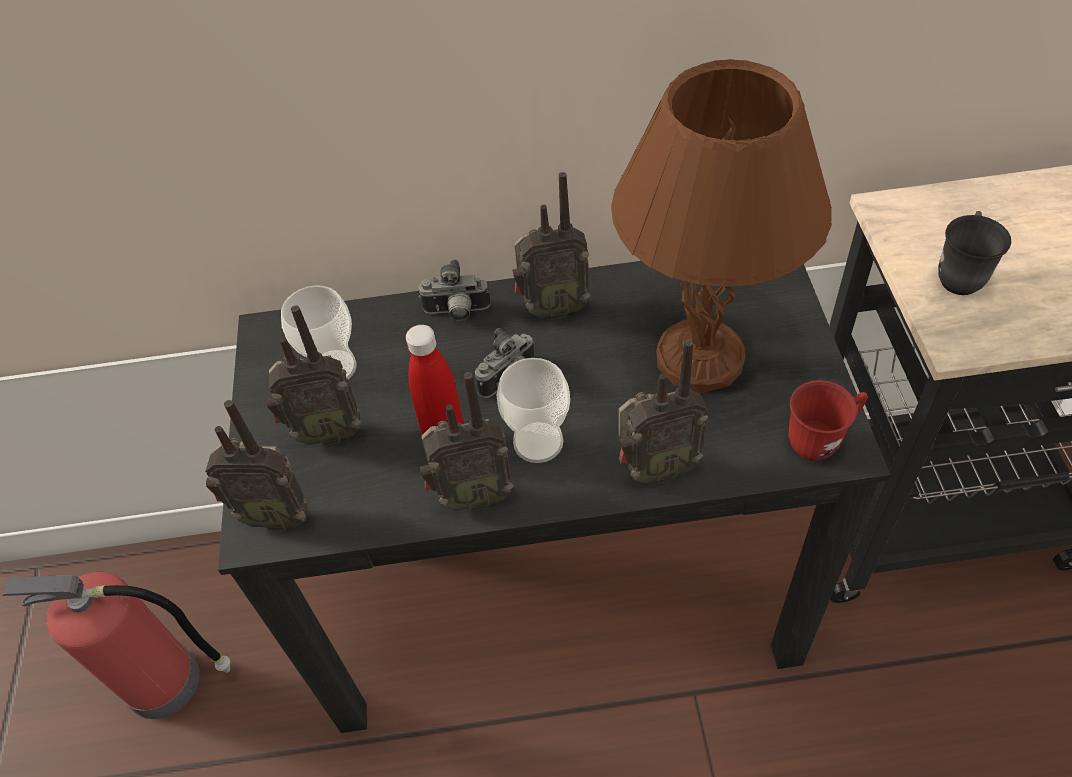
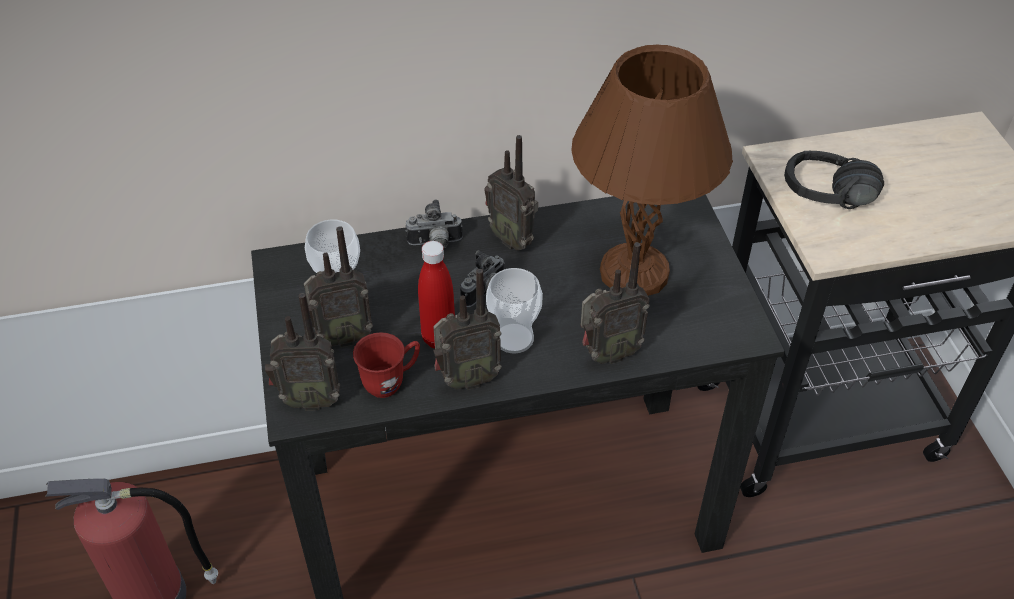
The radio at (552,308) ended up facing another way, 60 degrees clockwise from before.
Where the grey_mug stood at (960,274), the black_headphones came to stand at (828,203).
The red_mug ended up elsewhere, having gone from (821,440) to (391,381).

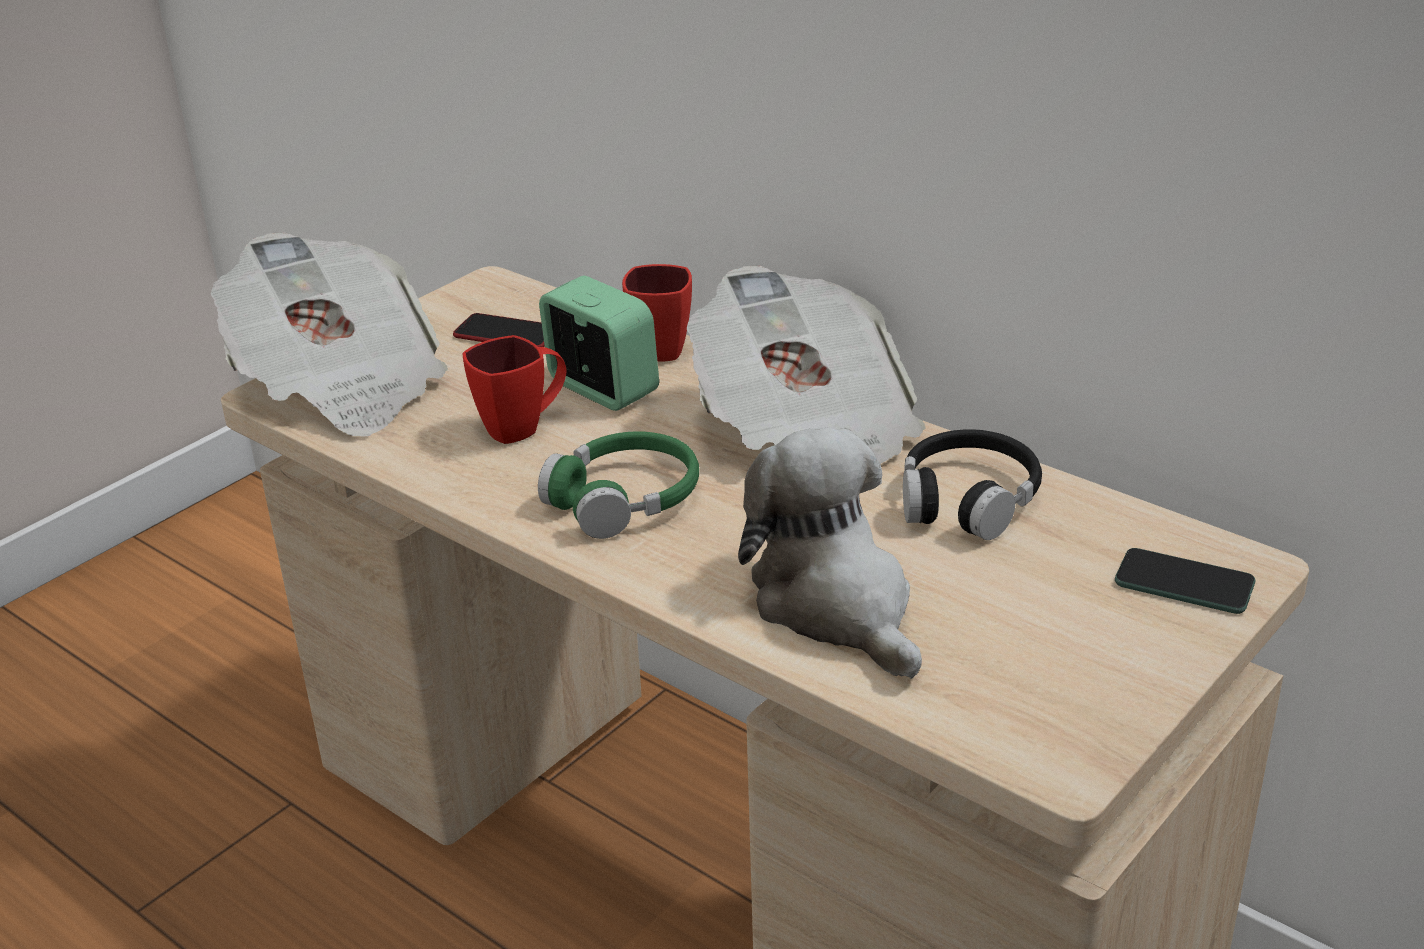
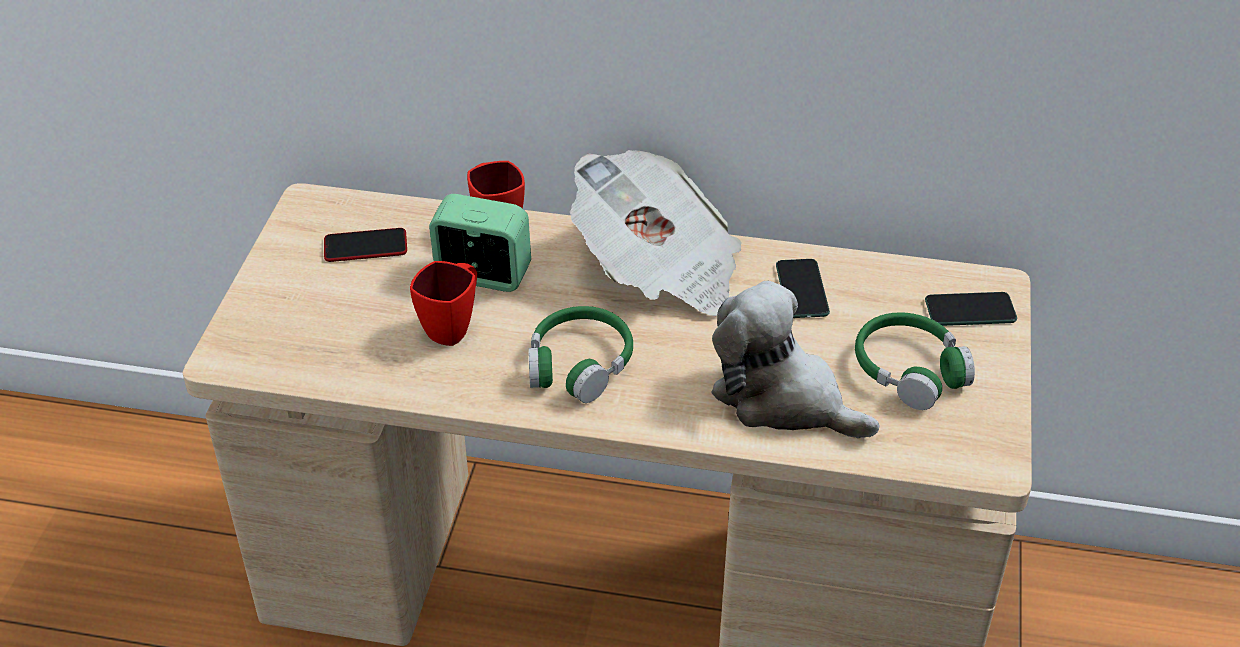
The second view lost the newspaper at (340,385).
Where the black_headphones stood at (967,500), the phone came to stand at (802,290).
The second view gained the green_headphones at (909,370).

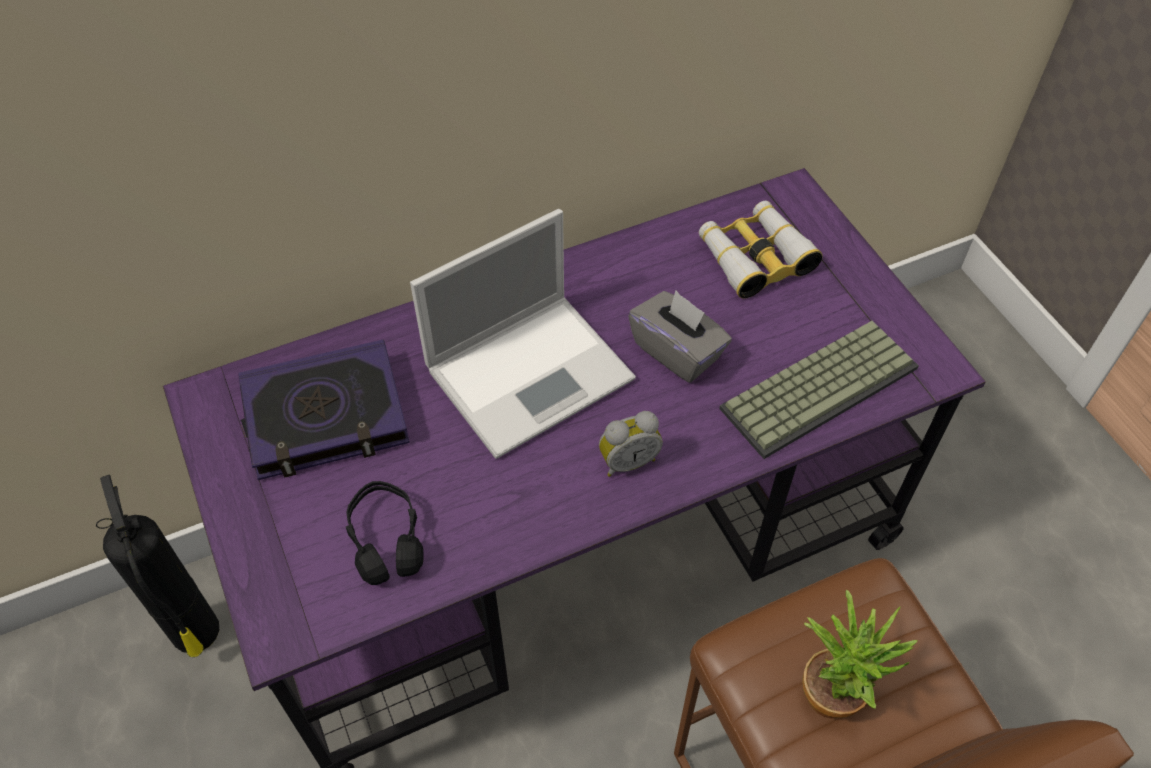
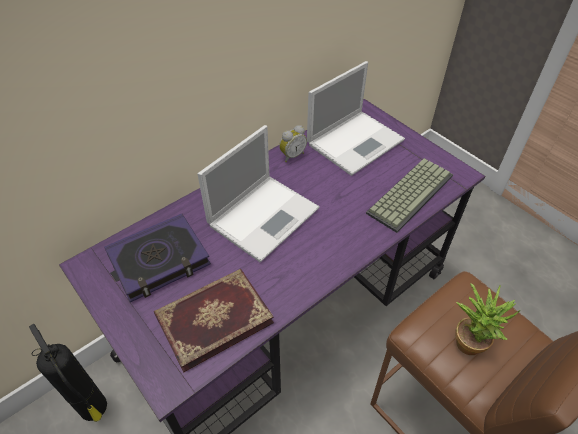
Where the binoculars stood at (755,257), the laptop came to stand at (356,141).
The second view lost the grey_tissue_box at (677,351).
The alarm_clock ended up elsewhere, having gone from (627,460) to (292,155).
Where the black_headphones stood at (386,540), the book came to stand at (213,318).

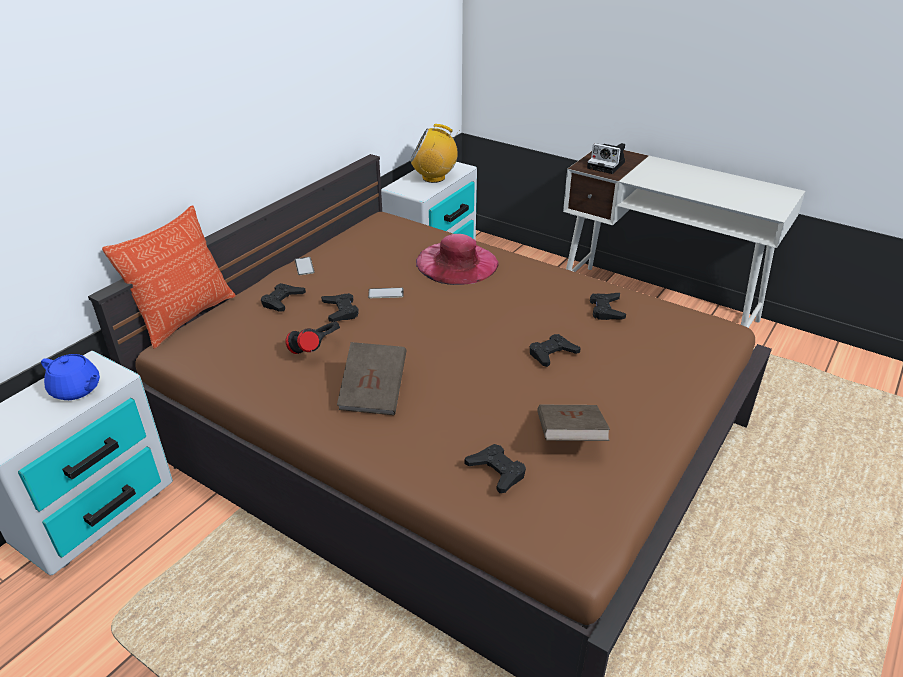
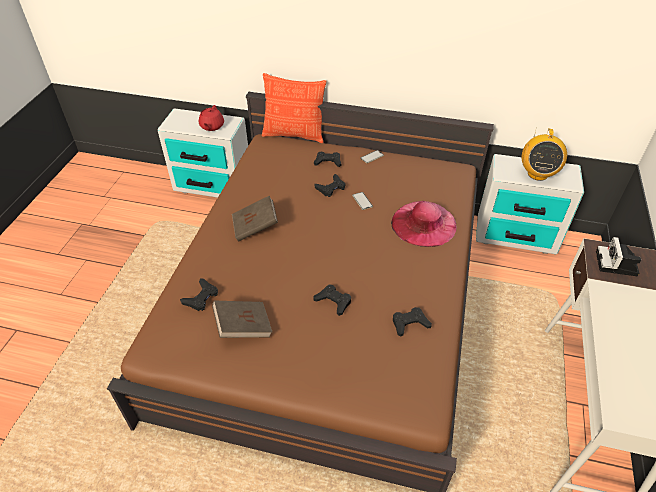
The radio at (434,178) ended up facing another way, 150 degrees counterclockwise from before.
The second view lost the black_headphones at (316,350).
What was the blue_teapot at (76,389) turned into the red_teapot at (211,126).

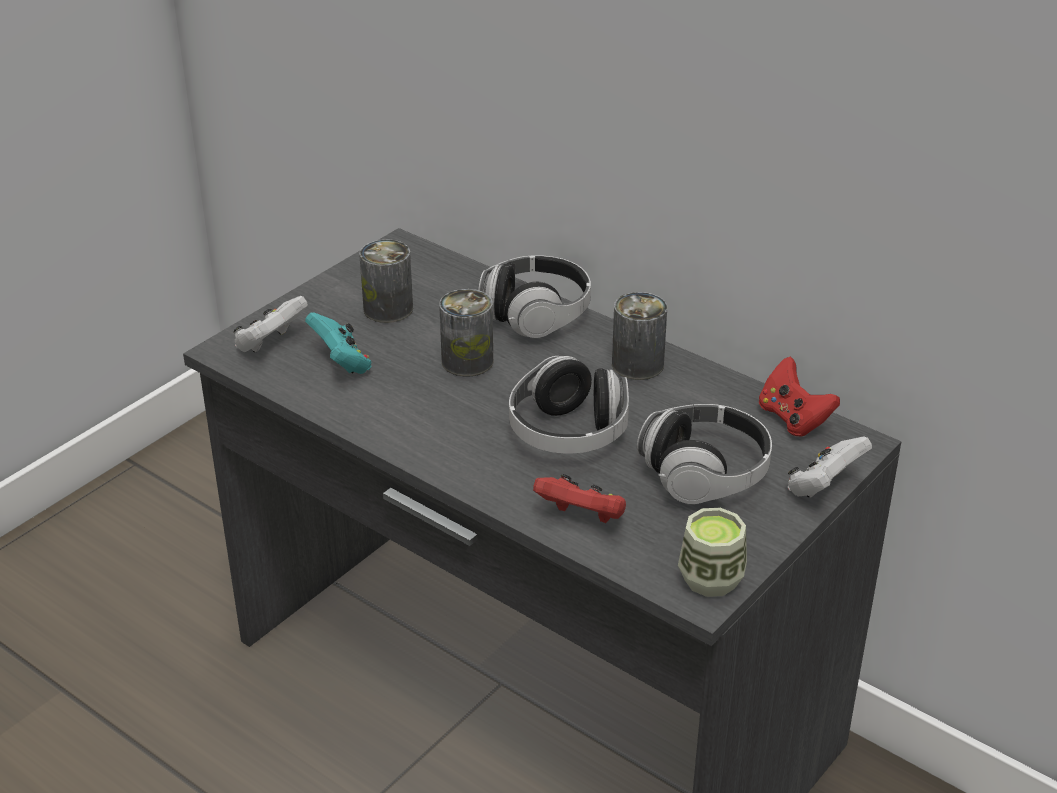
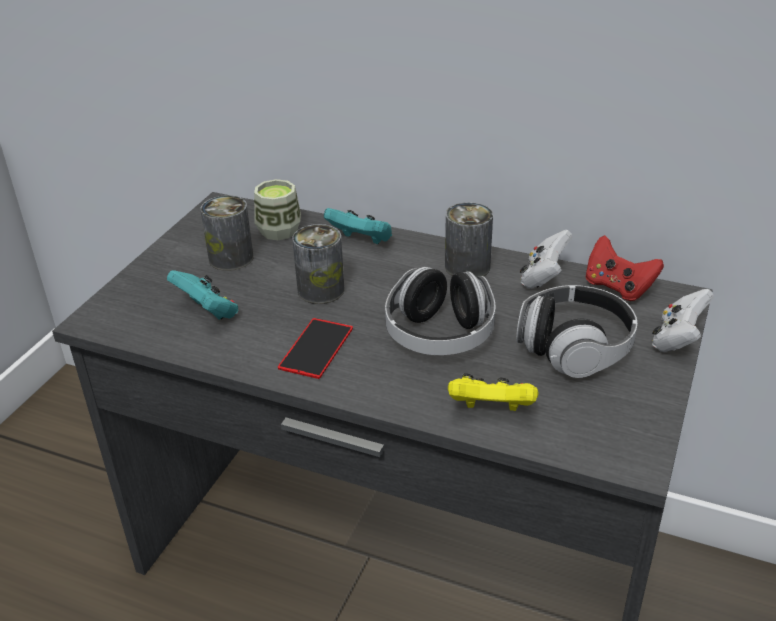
Where the headphones stood at (535,315), the turquoise_game_controller came to stand at (361,241).
The white_game_controller ended up elsewhere, having gone from (270,343) to (543,277).
What was the red_game_controller at (582,518) turned into the yellow_game_controller at (491,410).
The cup ended up elsewhere, having gone from (710,579) to (279,231).
The second view gained the phone at (316,348).

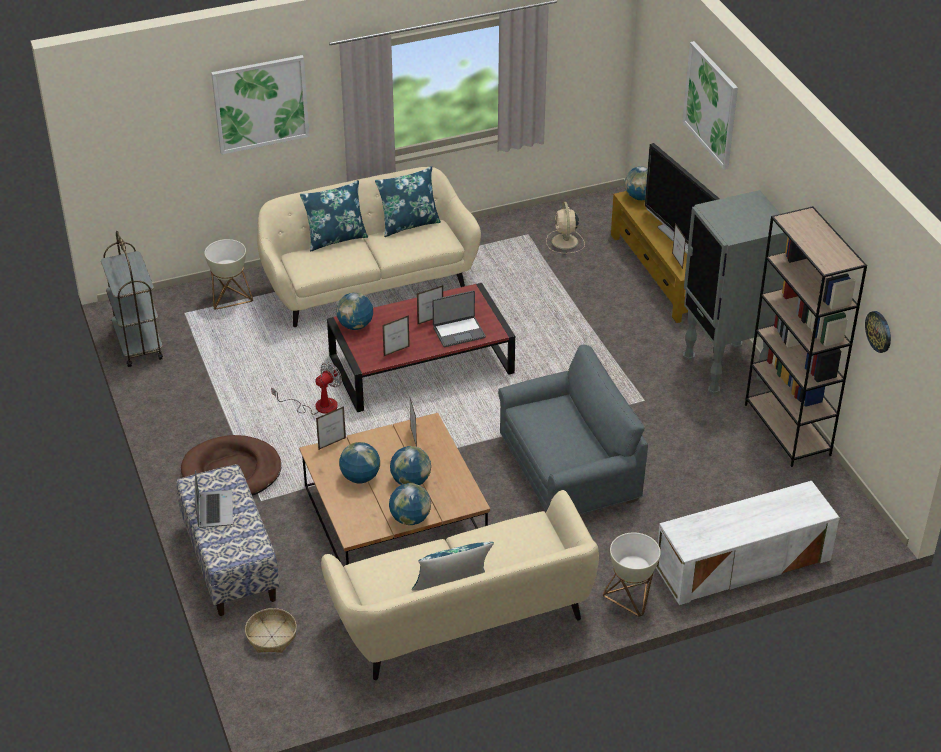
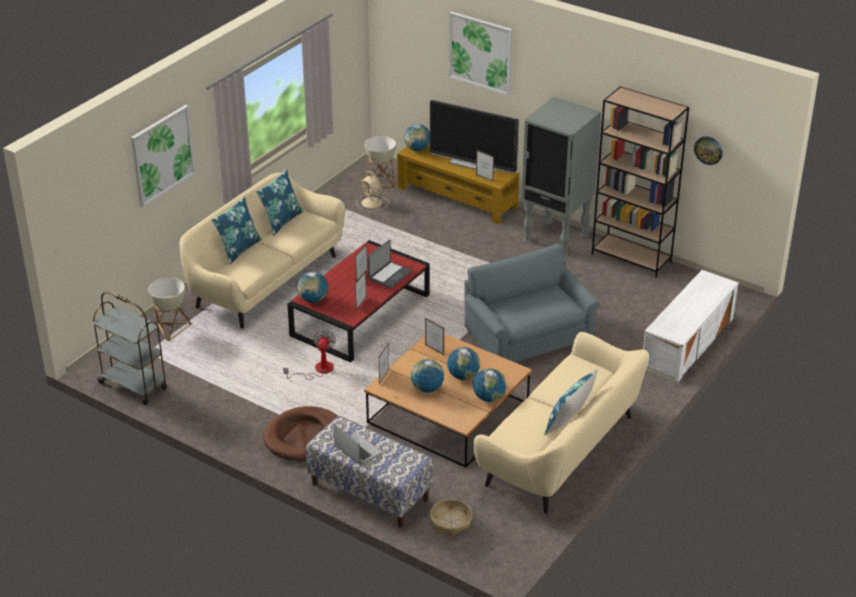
The grey_armchair at (569,469) ended up facing another way, 60 degrees counterclockwise from before.
The planter ended up elsewhere, having gone from (630,599) to (380,182).

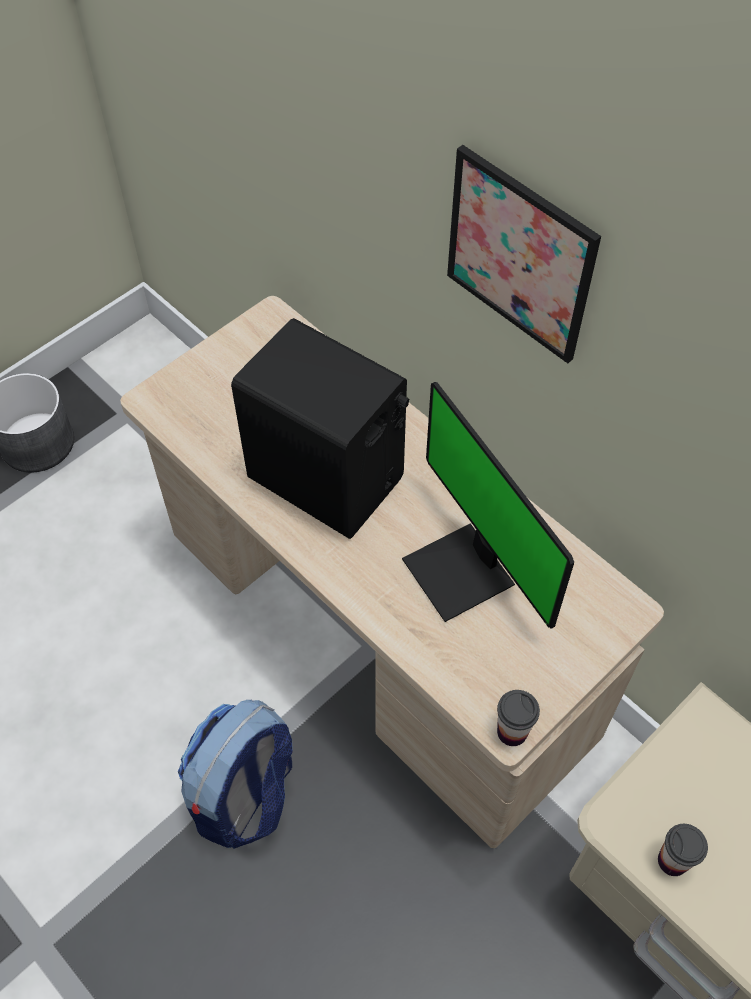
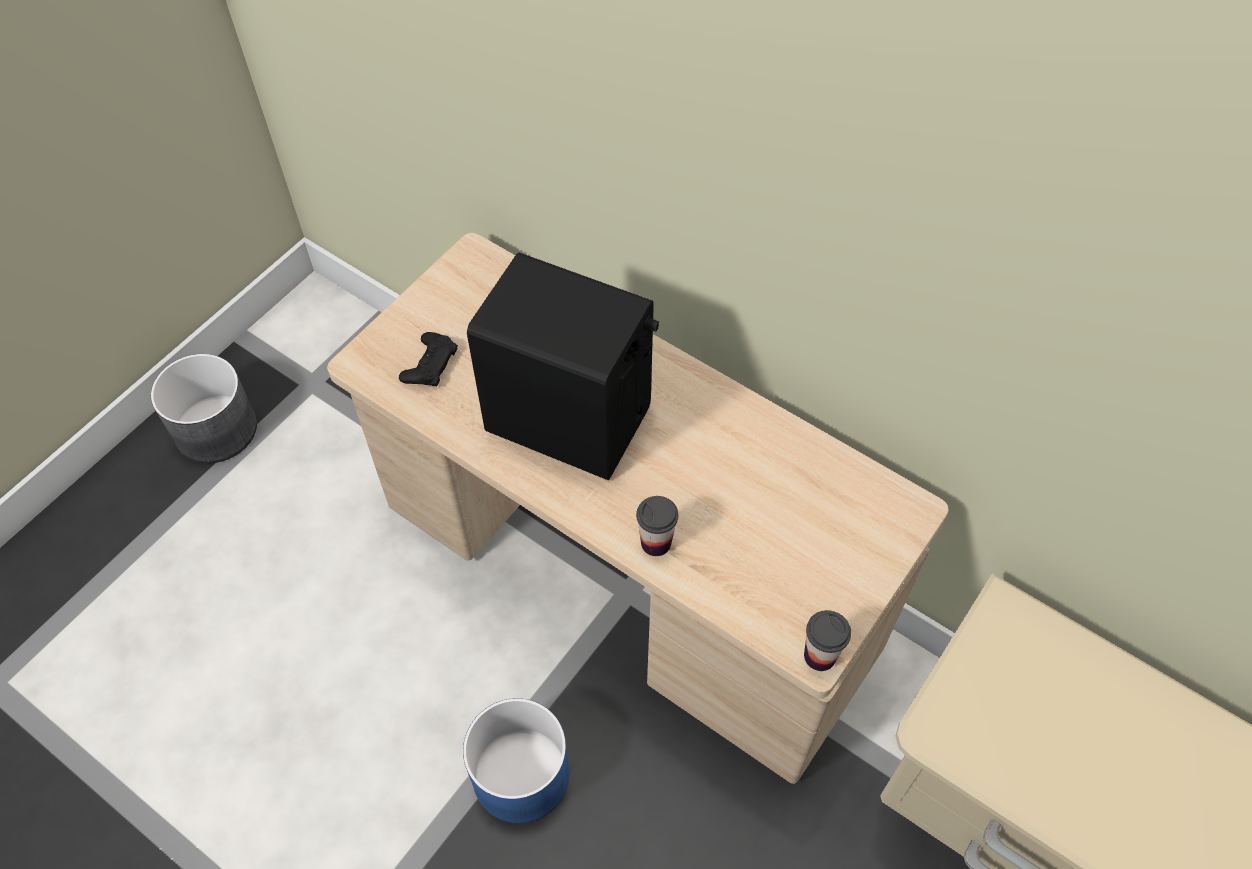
The second view lost the picture at (519,255).
The second view lost the monitor at (463,572).
Where the backpack stood at (245,797), the blue_planter came to stand at (521,775).
The cup ended up elsewhere, having gone from (672,860) to (656,542).
The second view gained the black_game_controller at (430,364).

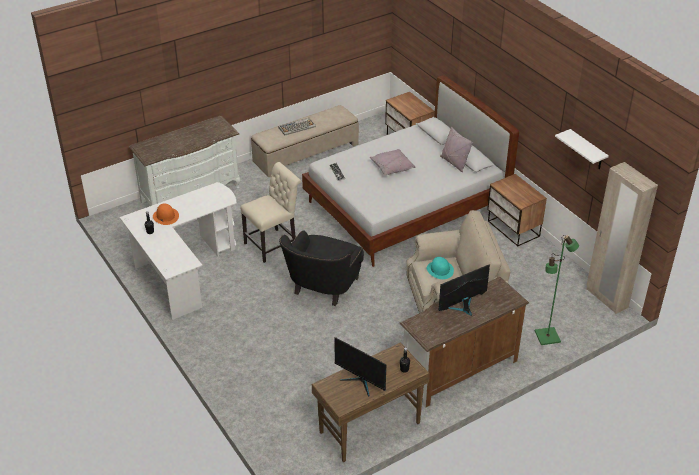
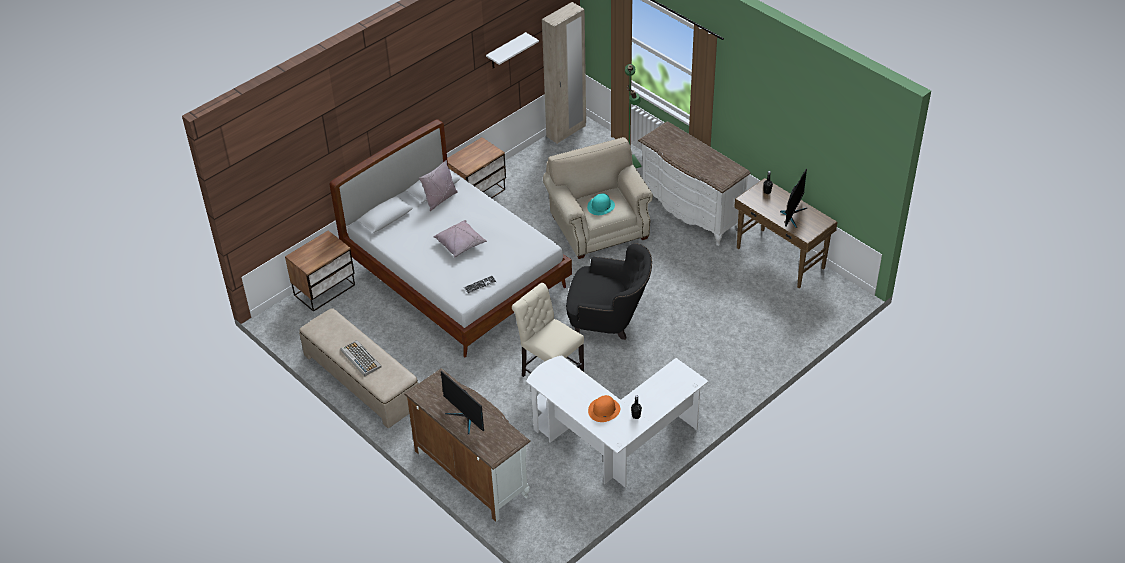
The monitor ended up elsewhere, having gone from (463,307) to (465,418).

